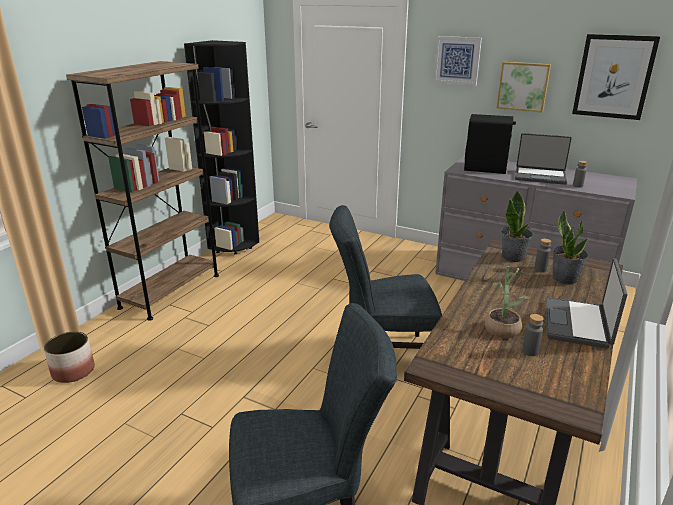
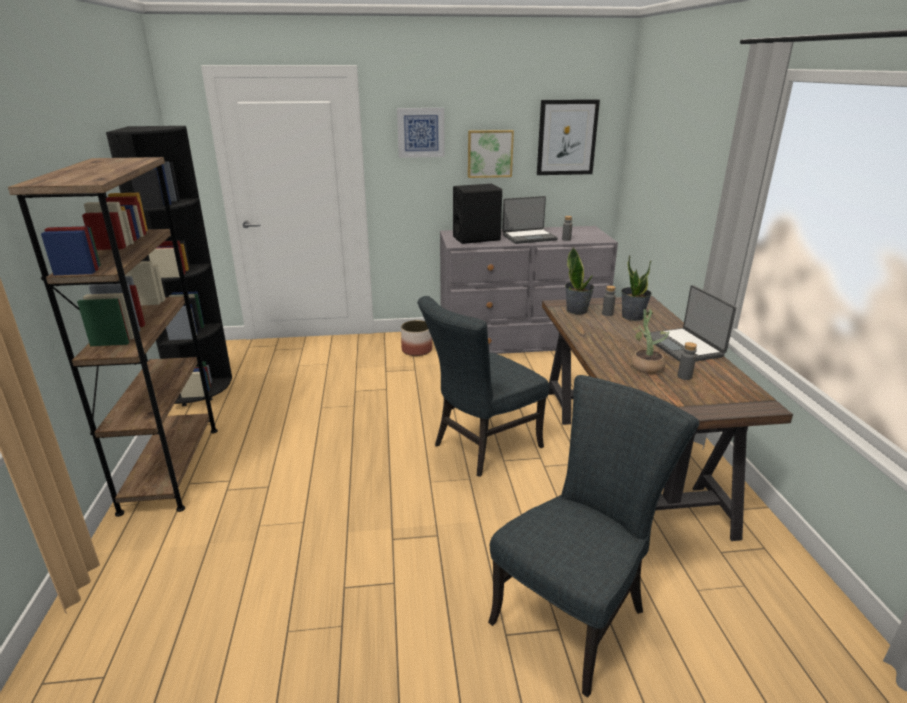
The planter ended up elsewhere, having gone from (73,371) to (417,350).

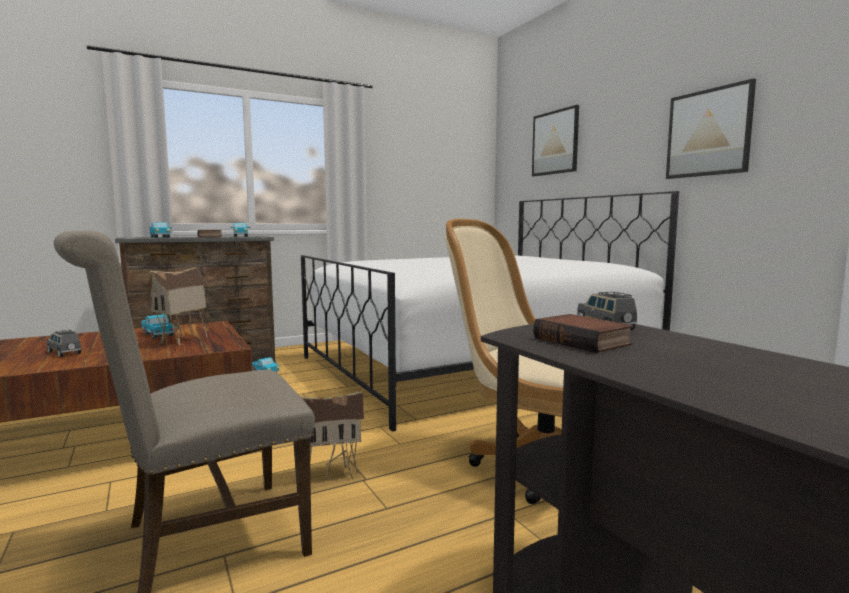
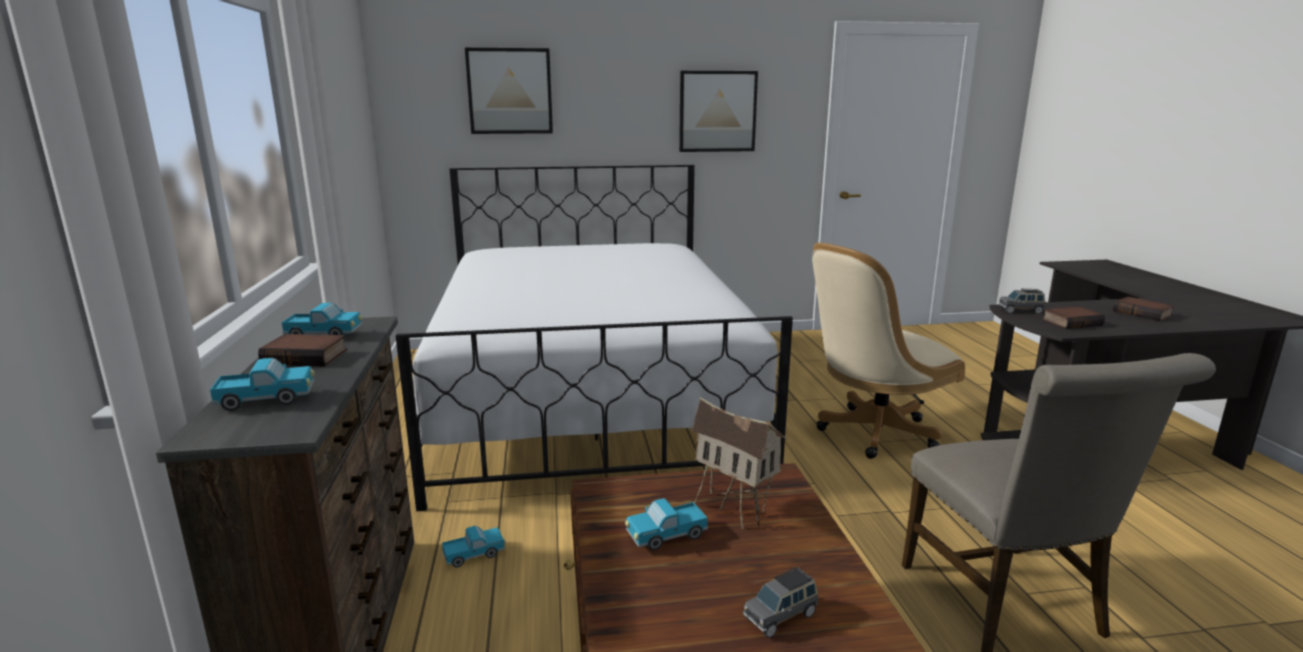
The second view lost the toy_house at (332,474).
The second view gained the book at (1143,313).

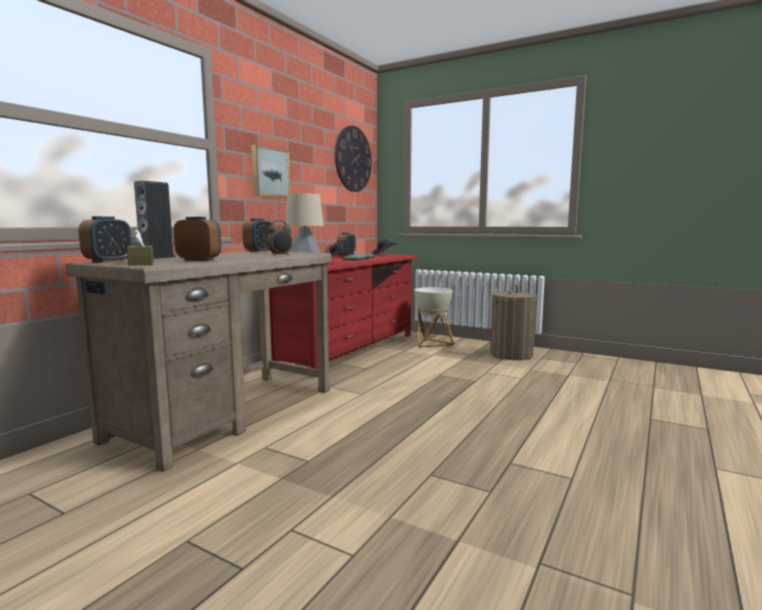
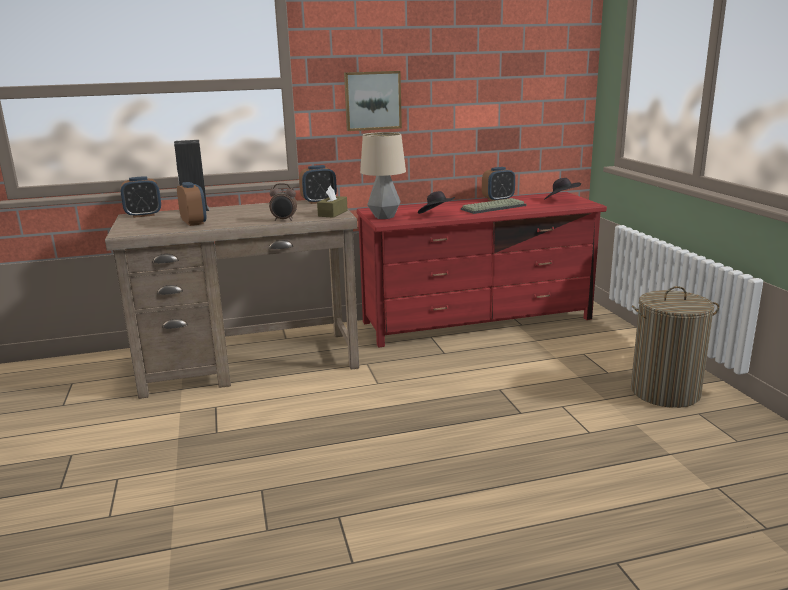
The second view lost the wall_clock at (353,159).
The brown_tissue_box ended up elsewhere, having gone from (141,263) to (333,213).
The second view lost the planter at (432,343).

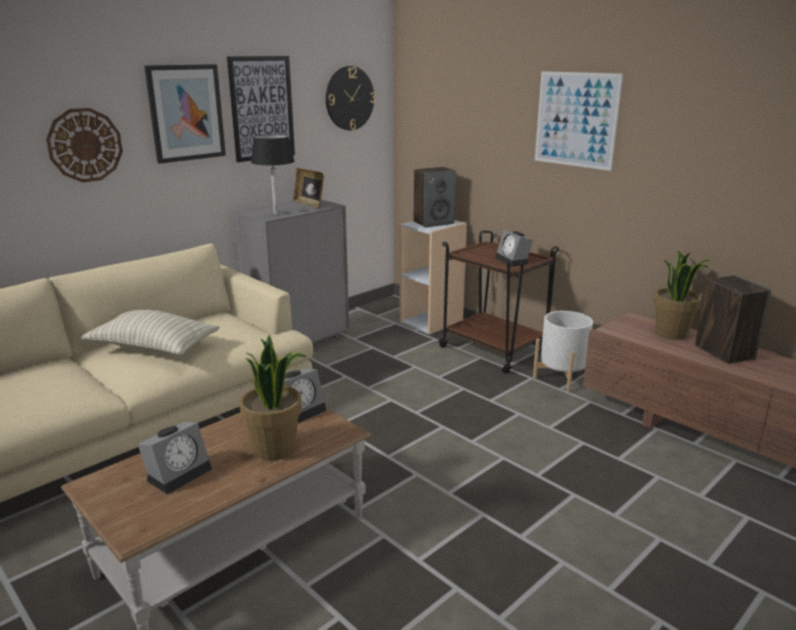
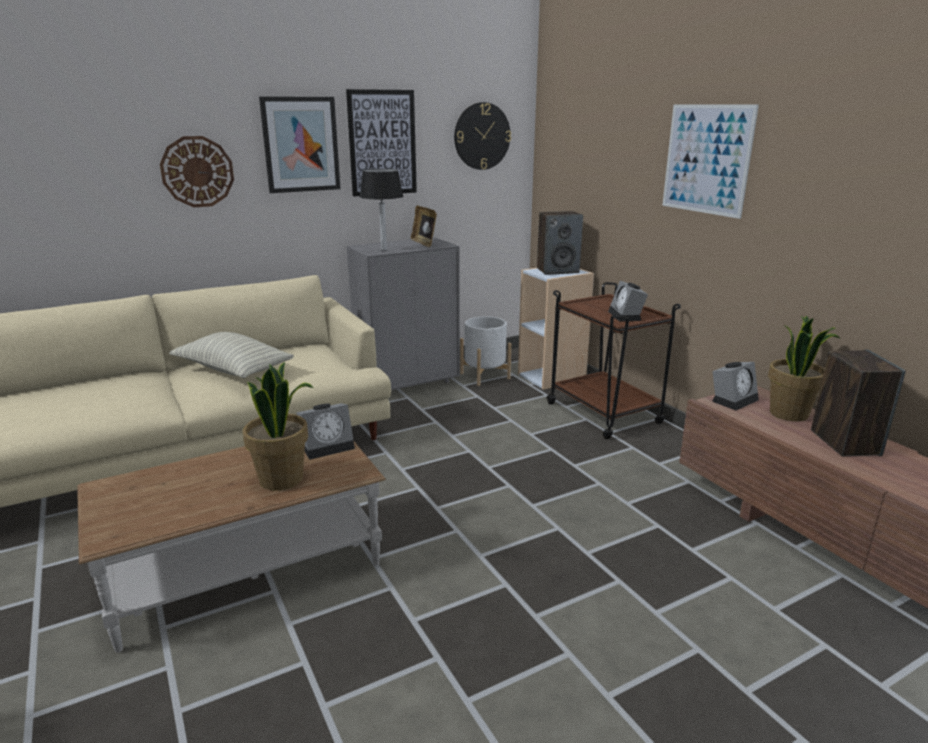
The white_planter ended up elsewhere, having gone from (562,378) to (485,376).
The alarm_clock ended up elsewhere, having gone from (179,473) to (733,399).

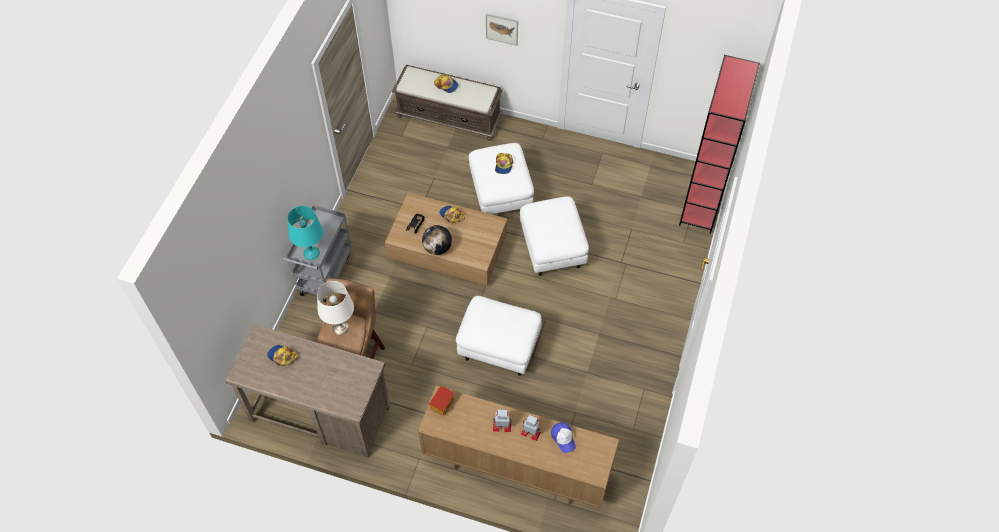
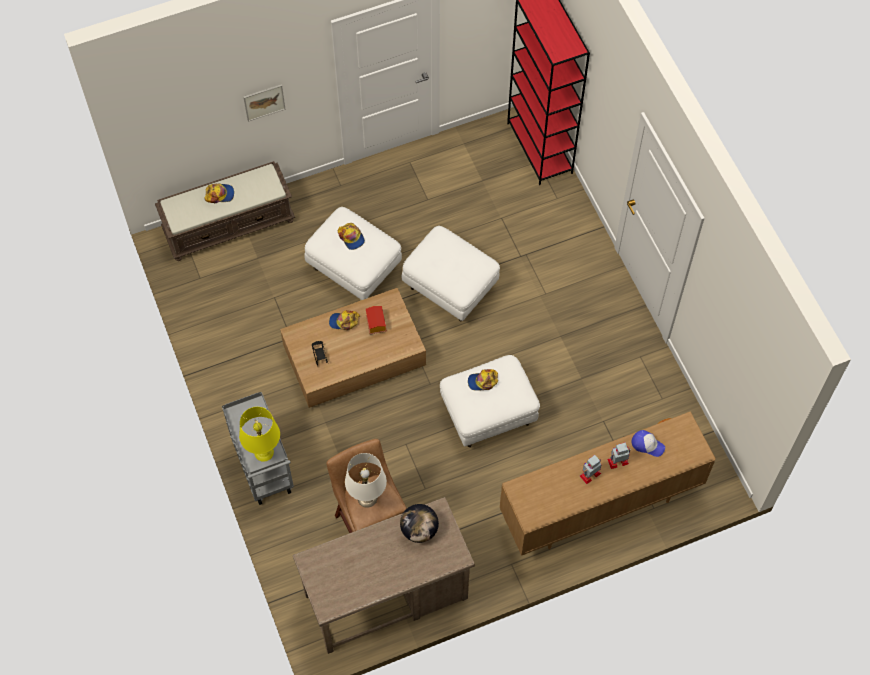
What was the turquoise_table_lamp at (311,253) turned into the yellow_table_lamp at (263,452).
The globe ended up elsewhere, having gone from (437,248) to (419,530).
The cap ended up elsewhere, having gone from (282,356) to (483,381).
The toy_house ended up elsewhere, having gone from (442,404) to (375,324).

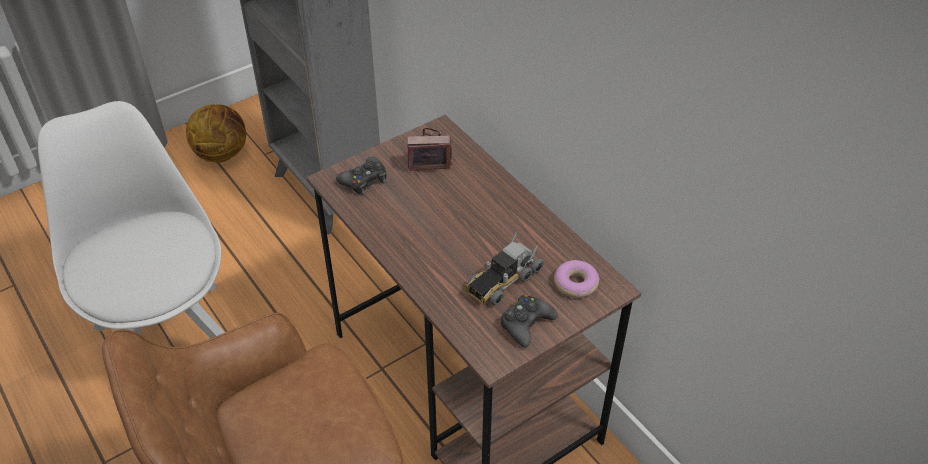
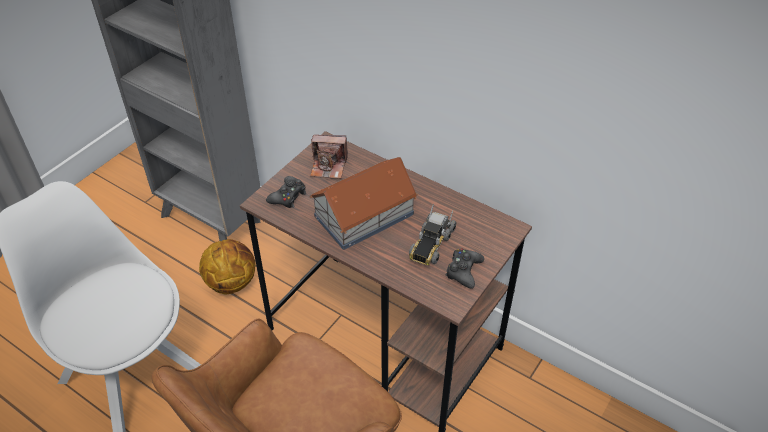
The basketball ended up elsewhere, having gone from (222,153) to (231,282).
The photo_camera at (428,157) ended up facing another way, 150 degrees counterclockwise from before.
The second view lost the donut at (576,283).
The second view gained the toy_house at (363,215).

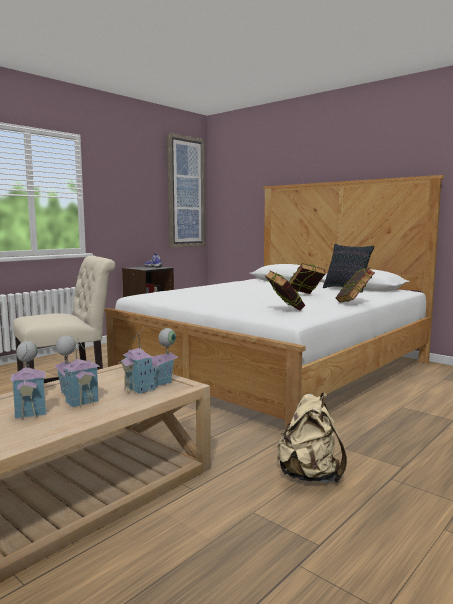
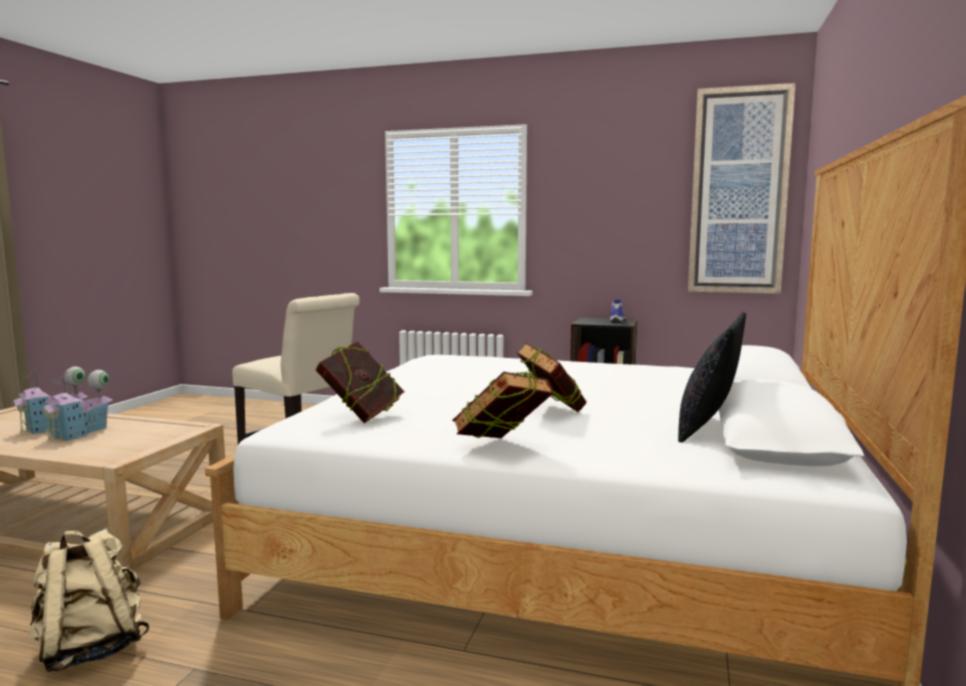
The second view lost the toy_house at (150,386).

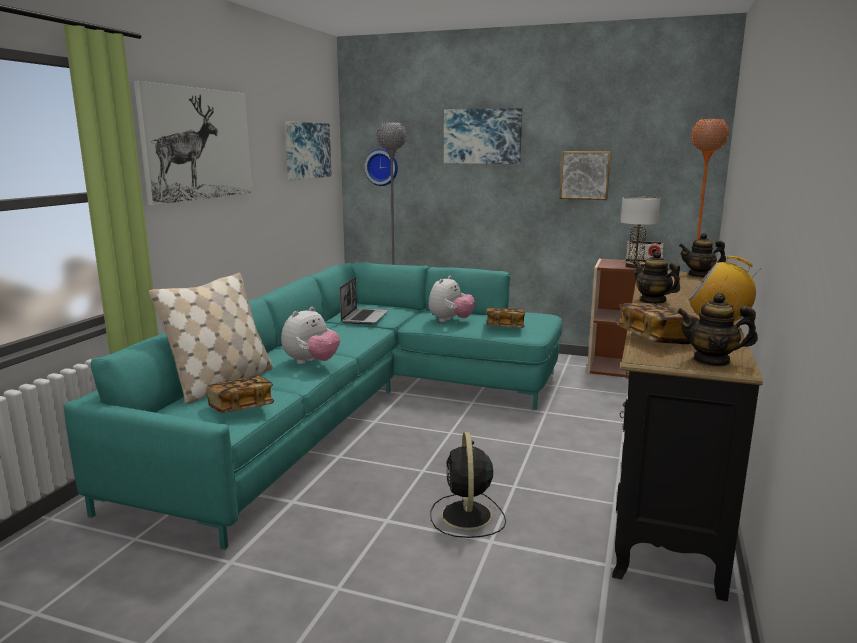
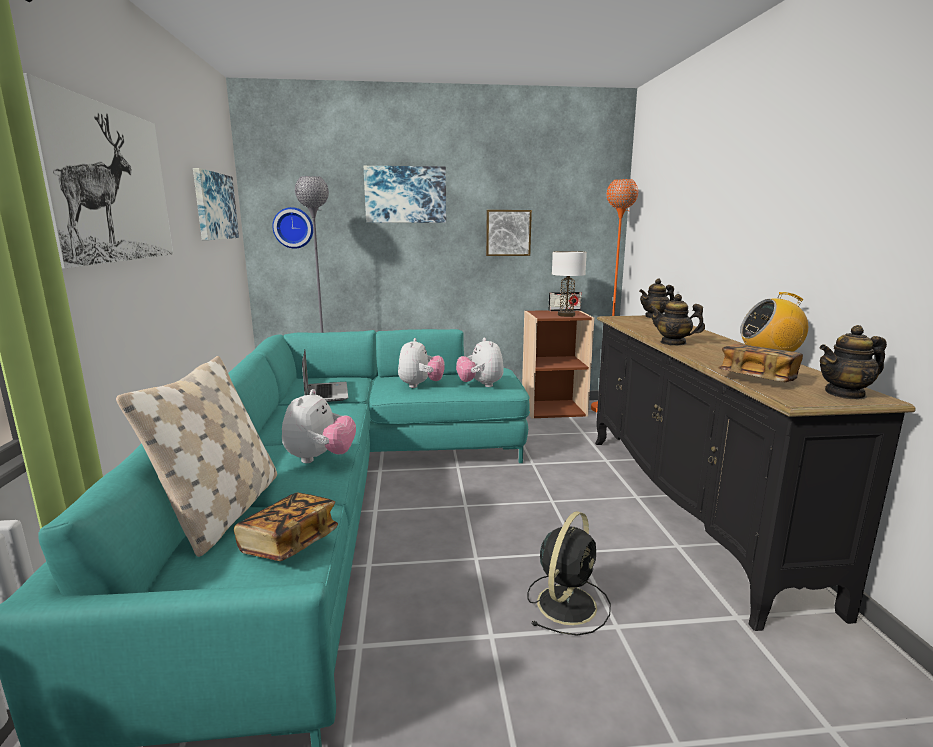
Where the book stood at (505,327), the plush_toy came to stand at (480,385).
The black_fan at (466,516) ended up facing another way, 120 degrees counterclockwise from before.

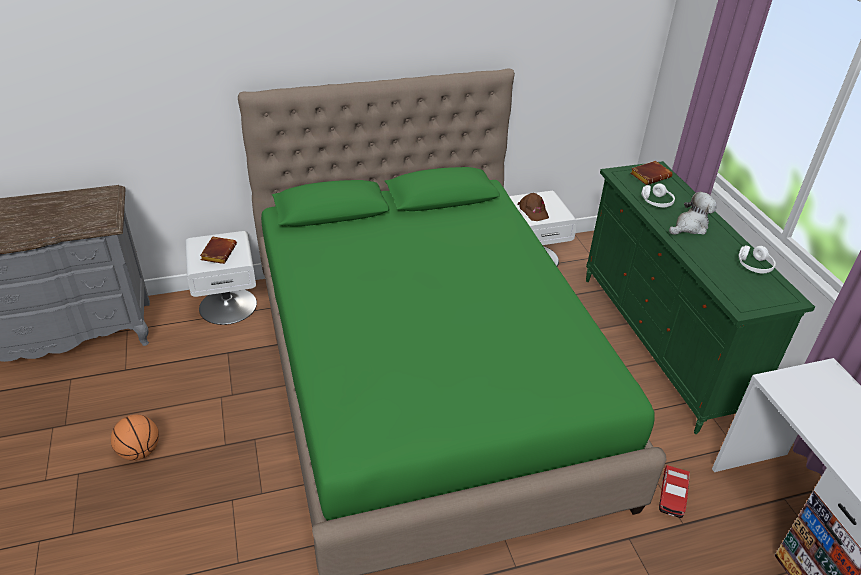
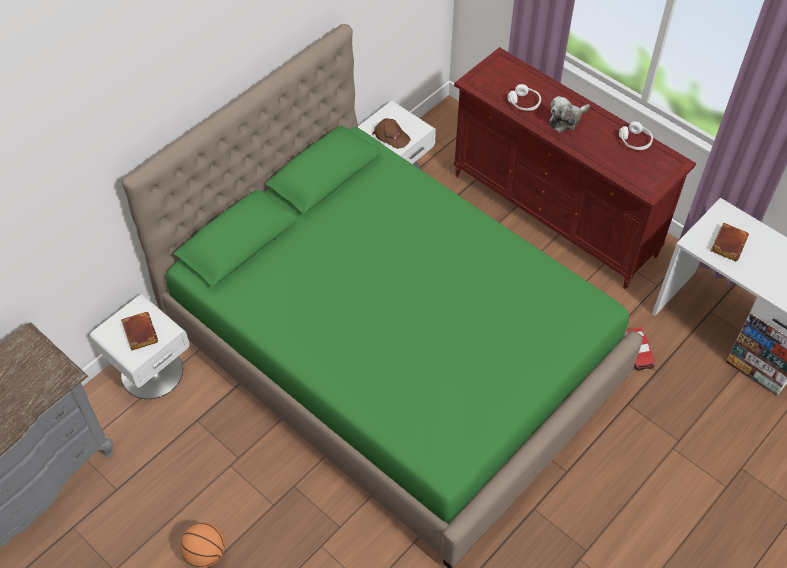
What was the green_dresser at (660,344) turned into the red_dresser at (553,215).
The brown_book ended up elsewhere, having gone from (650,175) to (727,243).
The plush_toy at (690,226) ended up facing another way, 150 degrees counterclockwise from before.

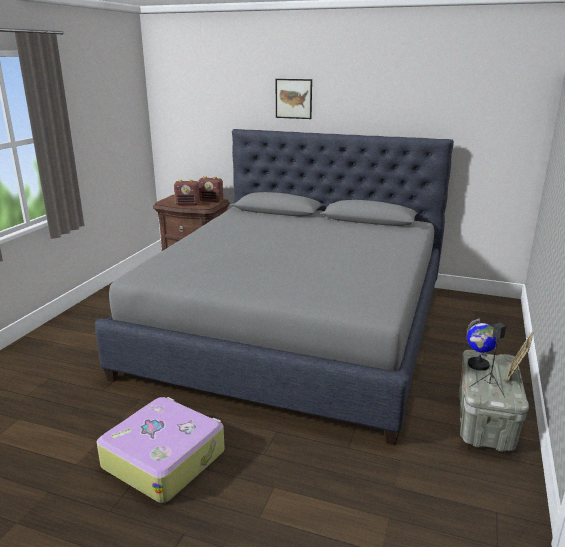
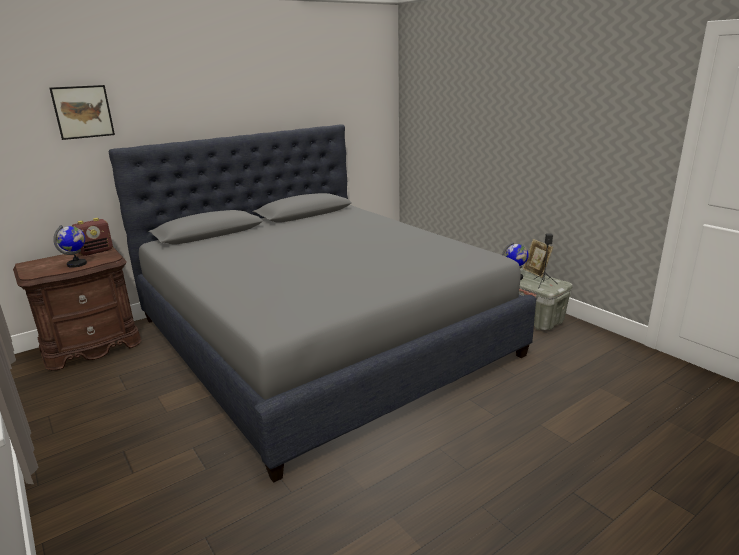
The picture ended up elsewhere, having gone from (293,98) to (83,112).
Where the radio stood at (188,204), the globe came to stand at (77,264).
The second view lost the suitcase at (164,458).

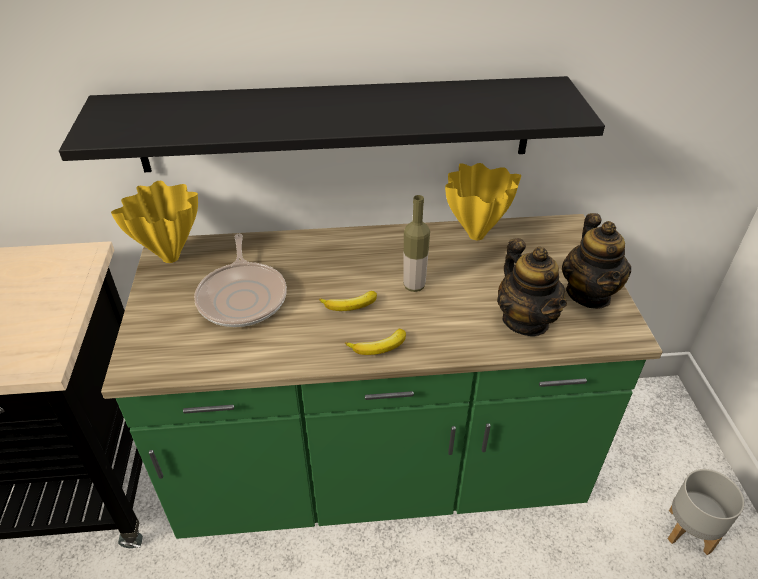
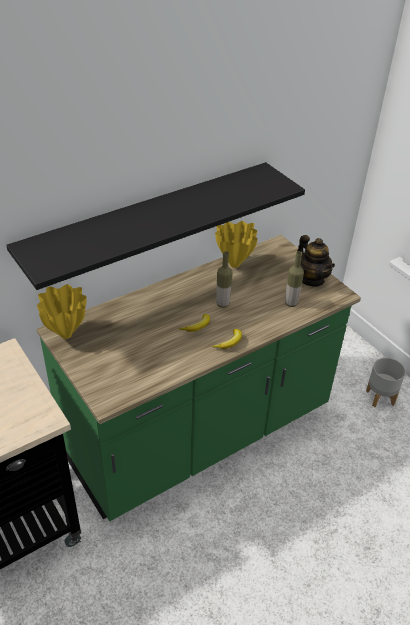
The second view lost the frying_pan at (243,296).
Where the teapot stood at (525,320), the bottle came to stand at (291,303).

